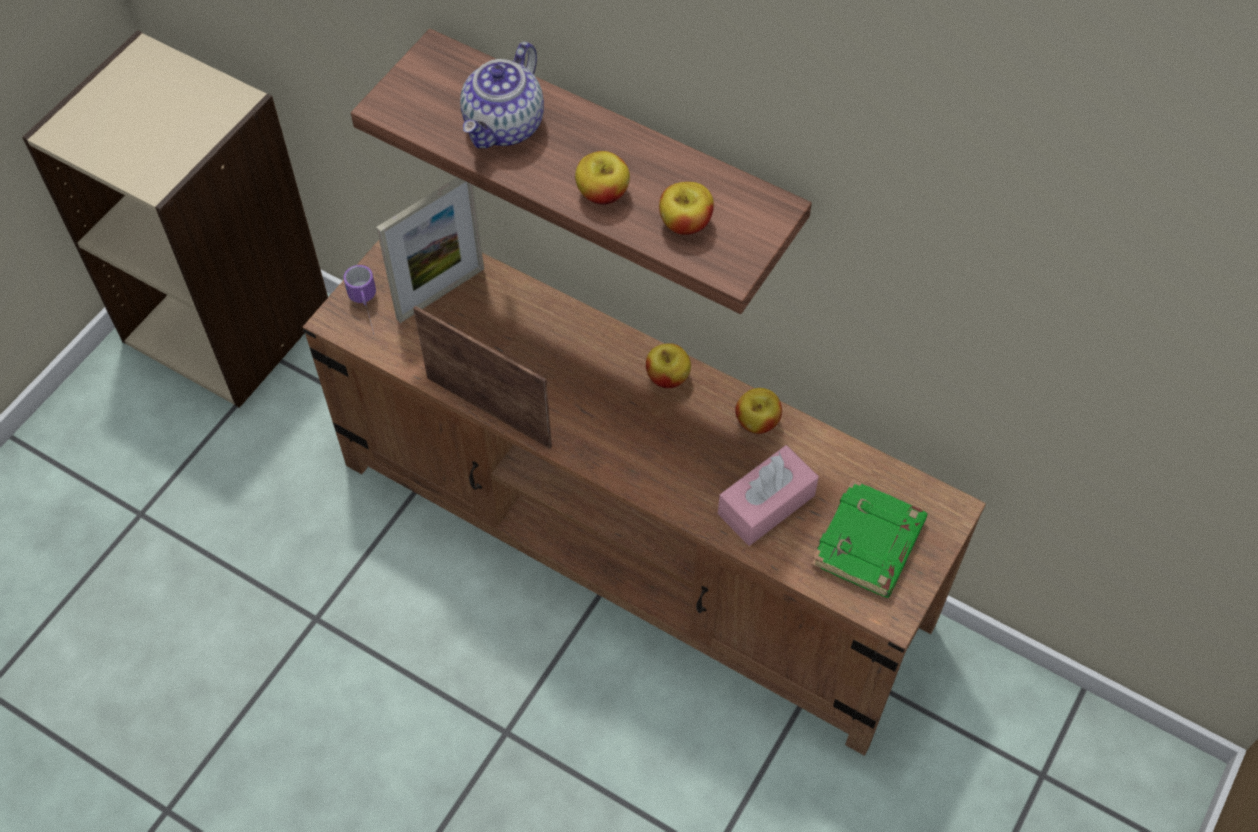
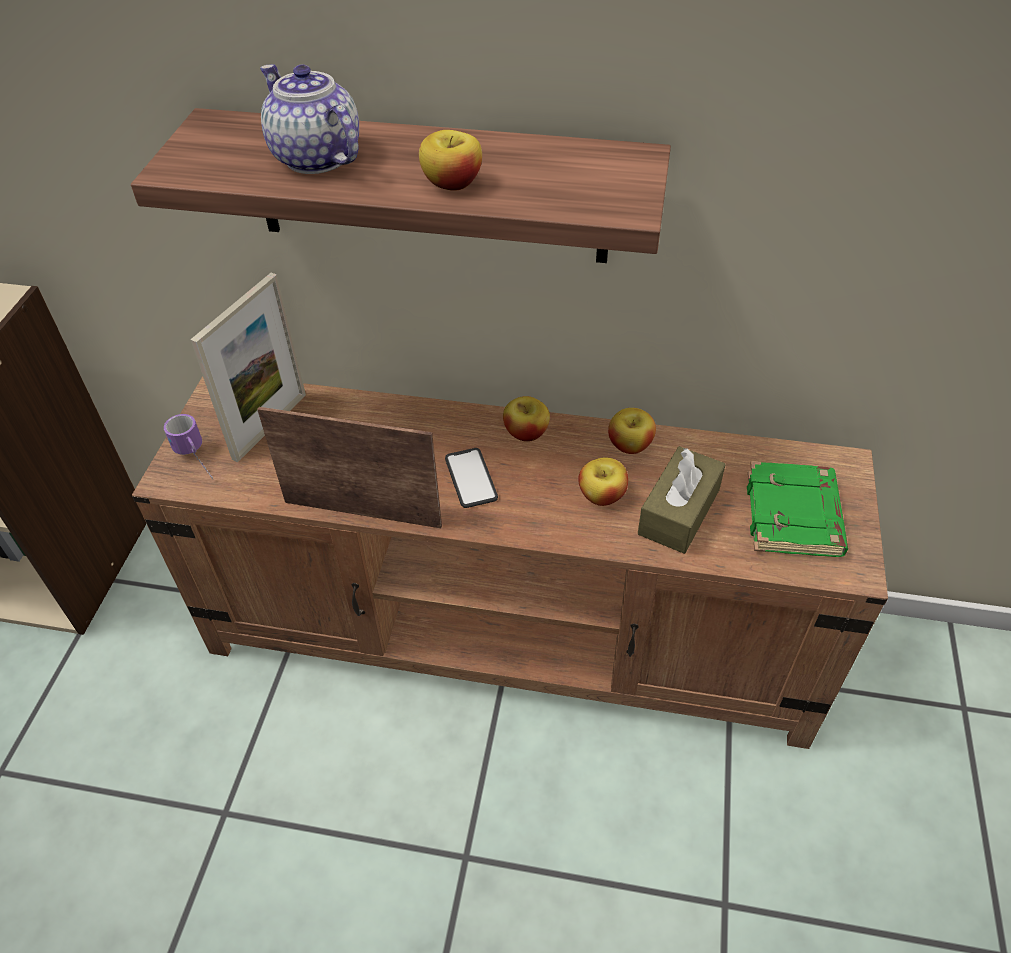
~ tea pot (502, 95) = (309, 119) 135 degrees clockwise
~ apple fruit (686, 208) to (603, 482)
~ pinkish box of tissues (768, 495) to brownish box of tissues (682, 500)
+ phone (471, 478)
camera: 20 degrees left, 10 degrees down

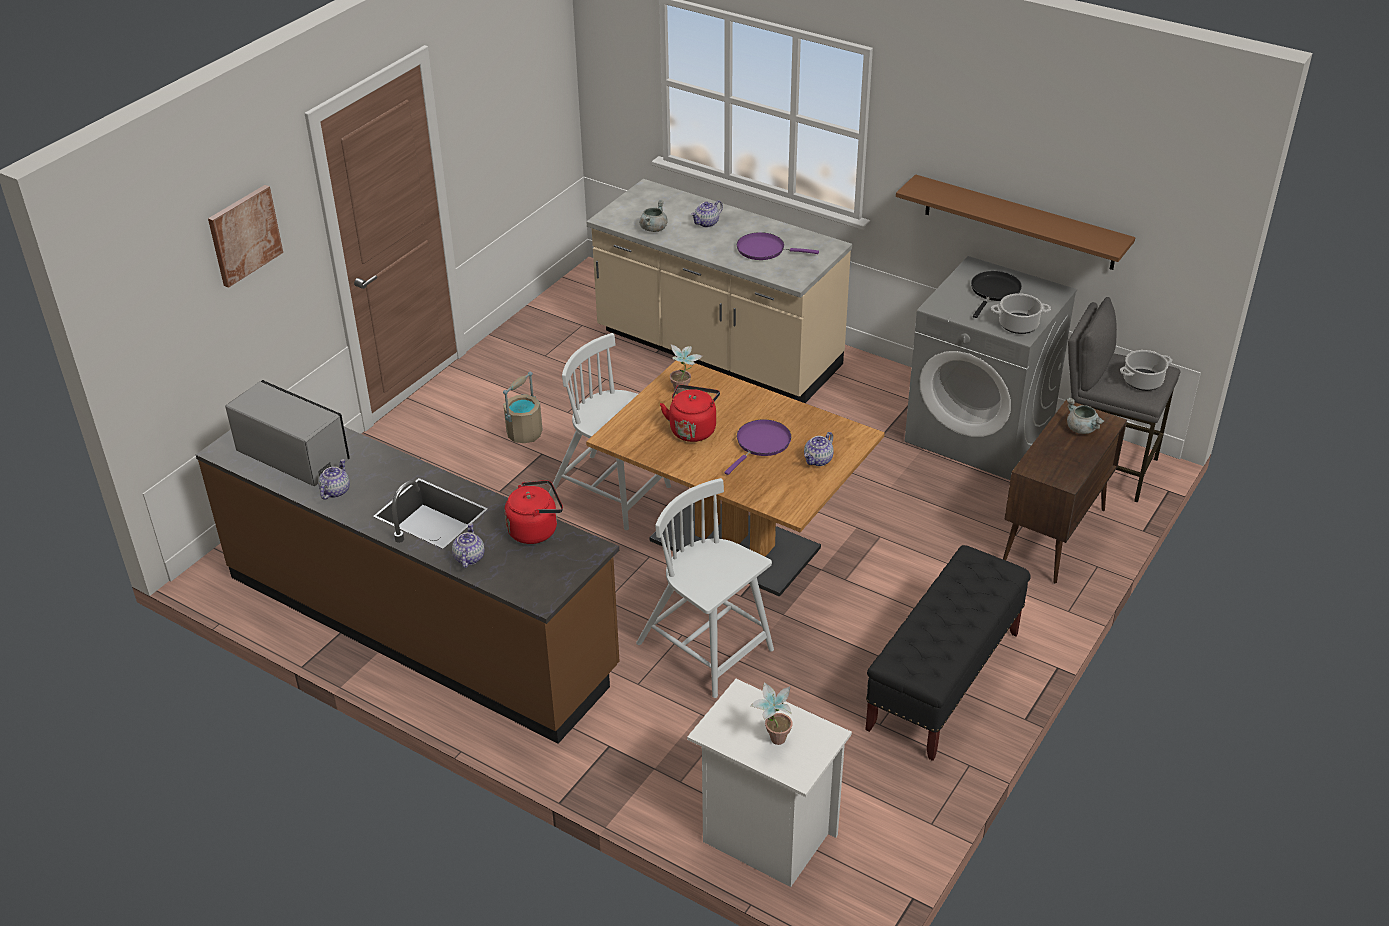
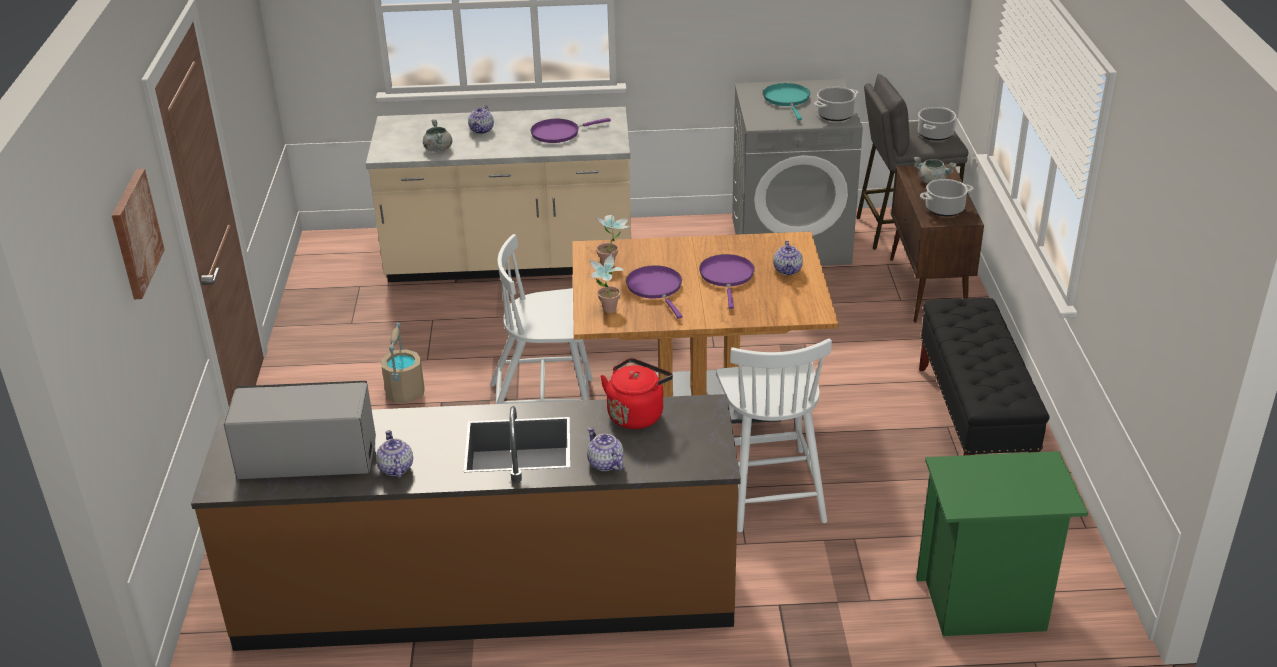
~ white upright chair (705, 588) = (774, 435) 105 degrees counterclockwise
~ red-coloured tea kettle (690, 413) to purple skillet (654, 292)
~ white night table (769, 783) to green-coloured night table (1002, 543)
~ houseplant (771, 713) to (607, 283)
- brownish shelf (1015, 222)
~ black skillet (996, 294) to turquoise skillet (786, 101)
+ cooking pot (946, 197)
camera: 35 degrees left, 5 degrees down

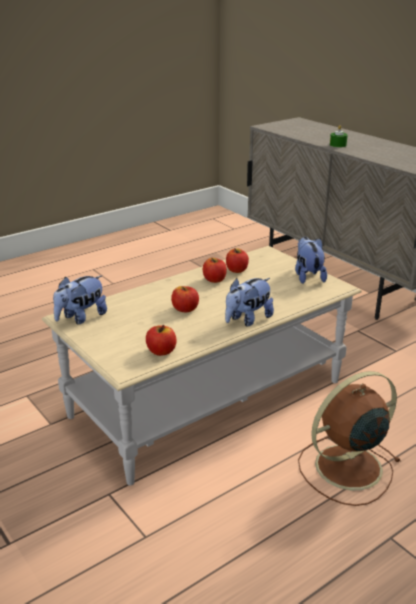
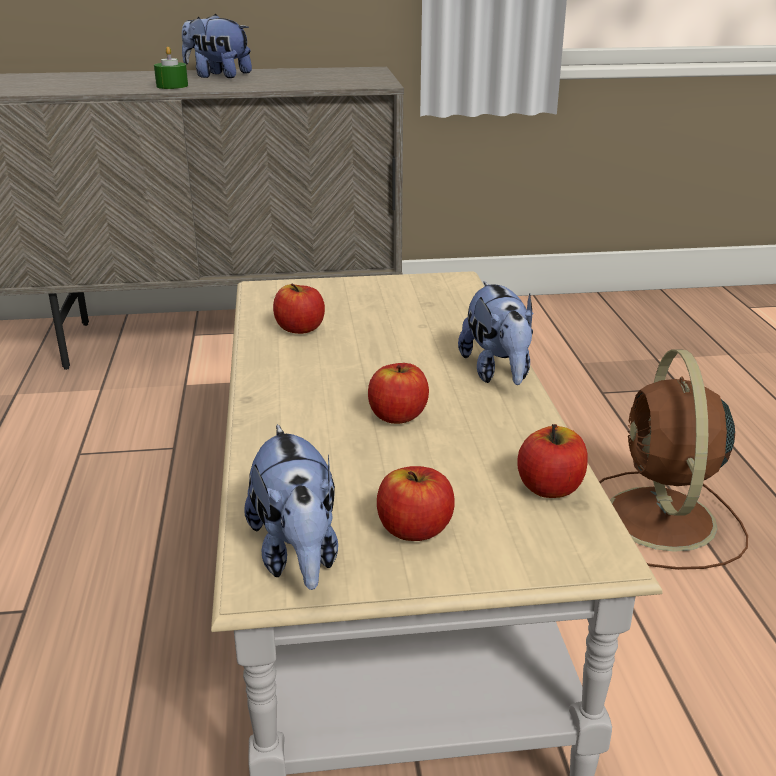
~ apple fruit (215, 270) to (416, 503)
~ soft toy (311, 260) to (217, 46)
camera: 60 degrees left, 0 degrees up

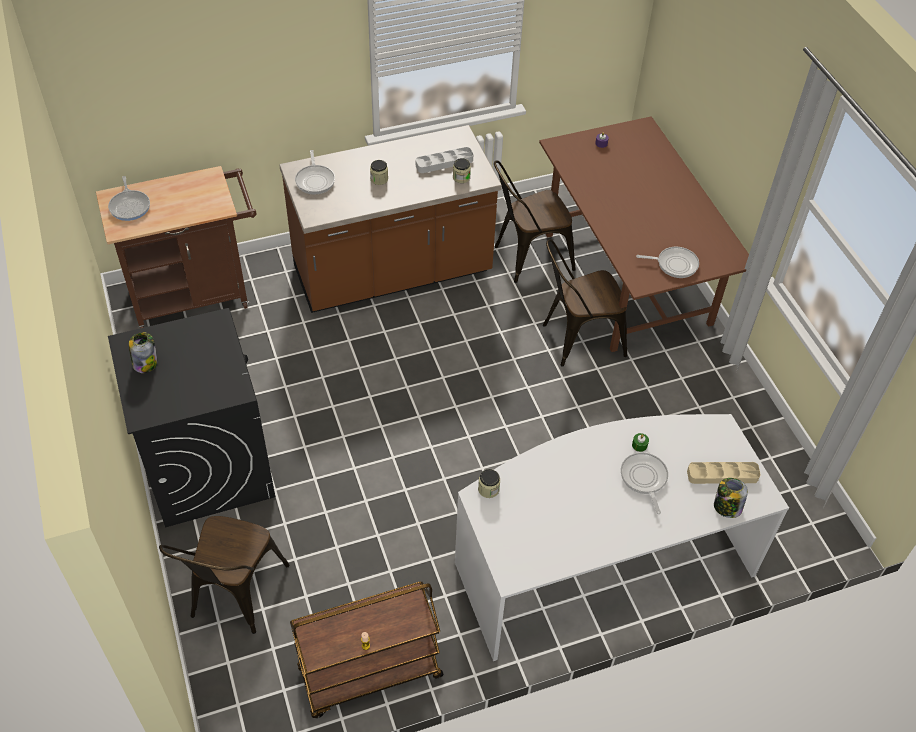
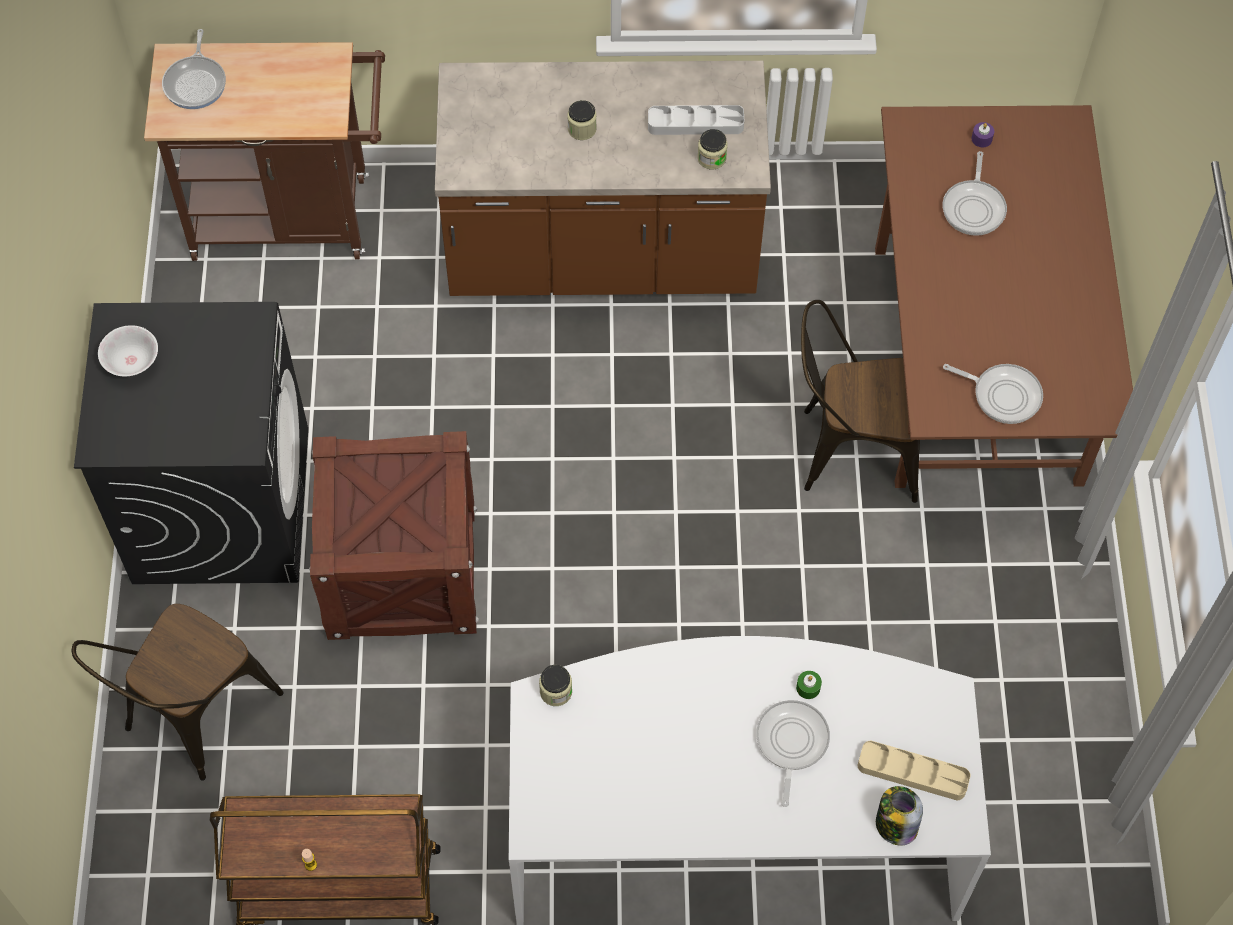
~ preserve jar (143, 352) to white bowl (128, 350)
~ skillet (315, 172) to (974, 193)
- brownish upright chair (534, 221)
+ shipping crate (394, 535)
camera: 20 degrees right, 10 degrees up

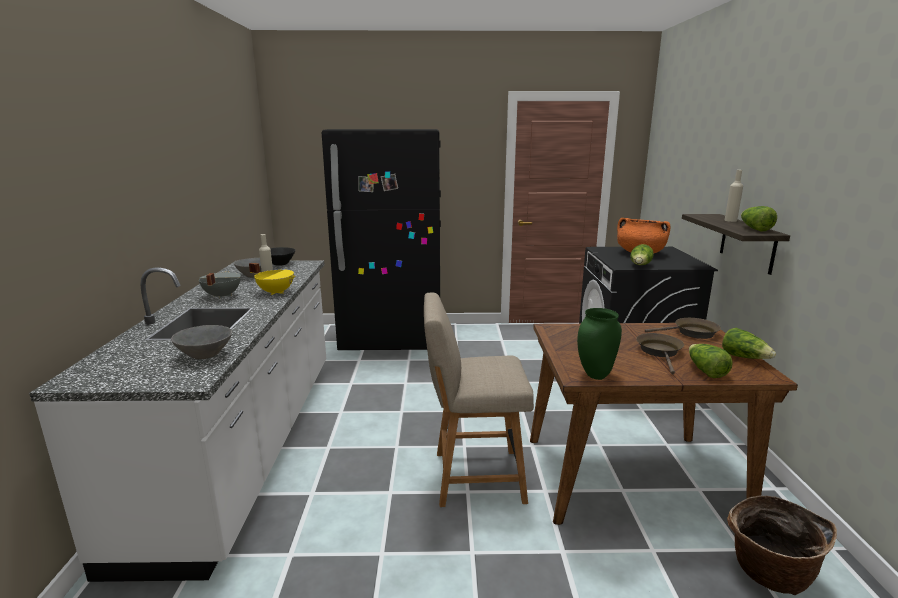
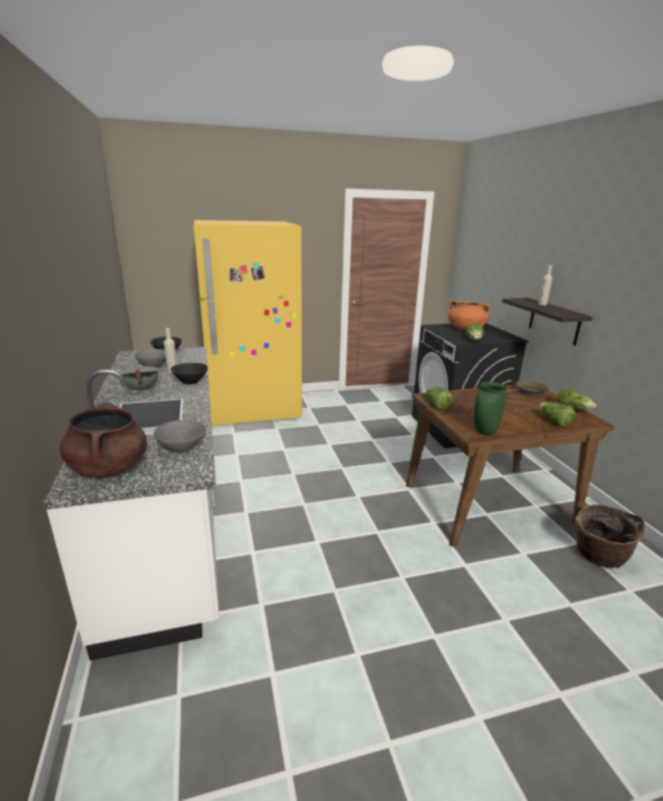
~ yellow cooking pot (272, 279) to black bowl (189, 373)
~ black refrigerator (381, 239) to yellow refrigerator (247, 323)
- beige-coloured upright chair (479, 400)
- brownish skillet (660, 353)
~ head of lettuce (759, 218) to (440, 398)
+ brownish cooking pot (103, 439)
camera: 15 degrees left, 5 degrees up

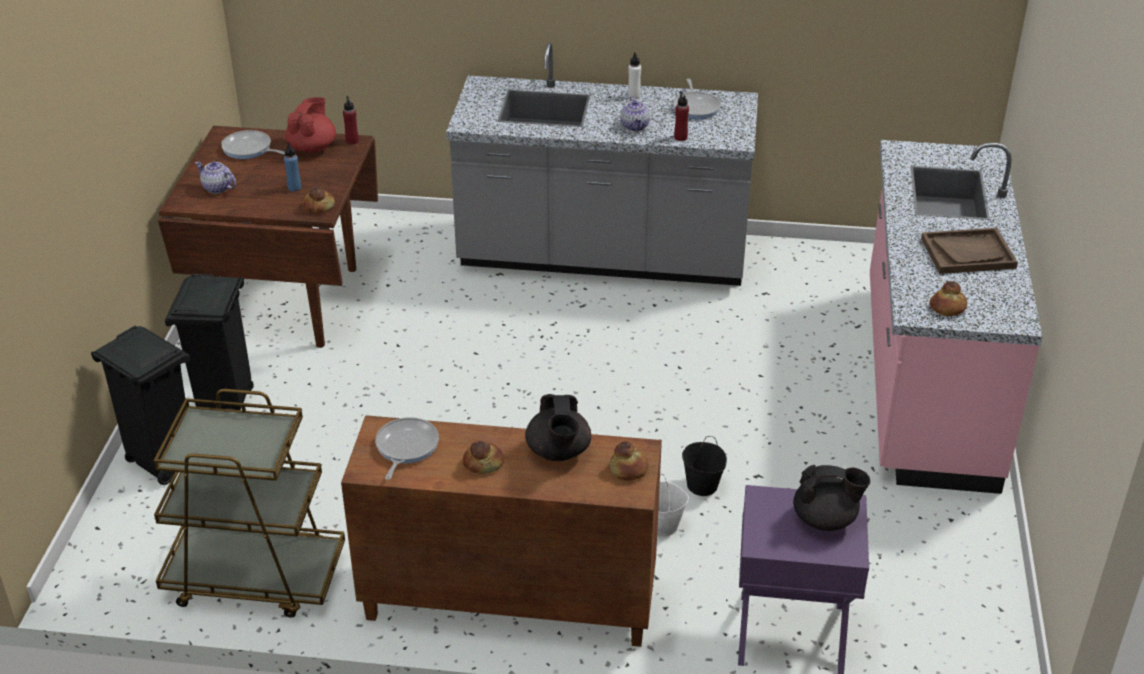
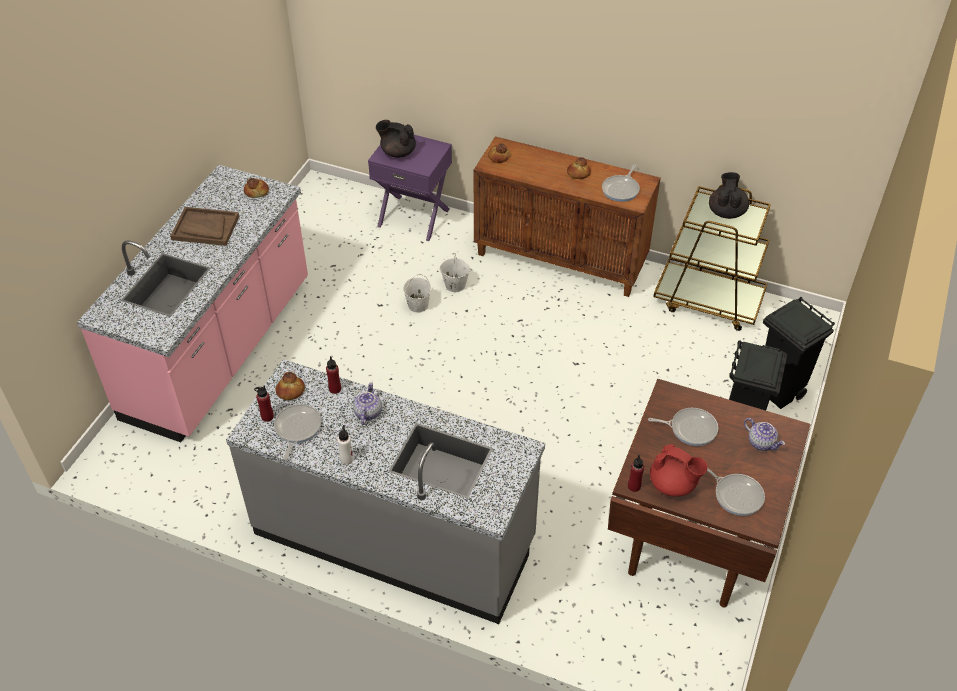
~ blue-coloured beverage bottle (292, 167) to skillet (683, 427)
~ red-coloured tea pot (310, 125) = (679, 470) 90 degrees counterclockwise
~ baked bread (318, 200) to (290, 386)
~ black tea pot (558, 427) to (729, 195)
~ black pail (704, 466) to white pail (417, 294)
+ red-coloured beverage bottle (264, 403)
camera: 165 degrees left, 10 degrees up

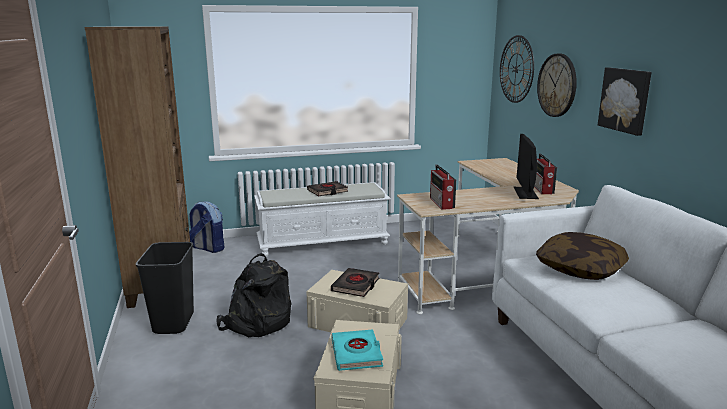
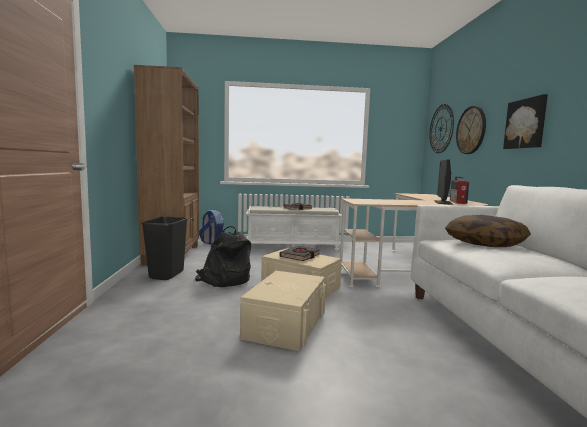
- turquoise book (357, 350)
- radio (443, 187)
camera: 10 degrees right, 10 degrees down

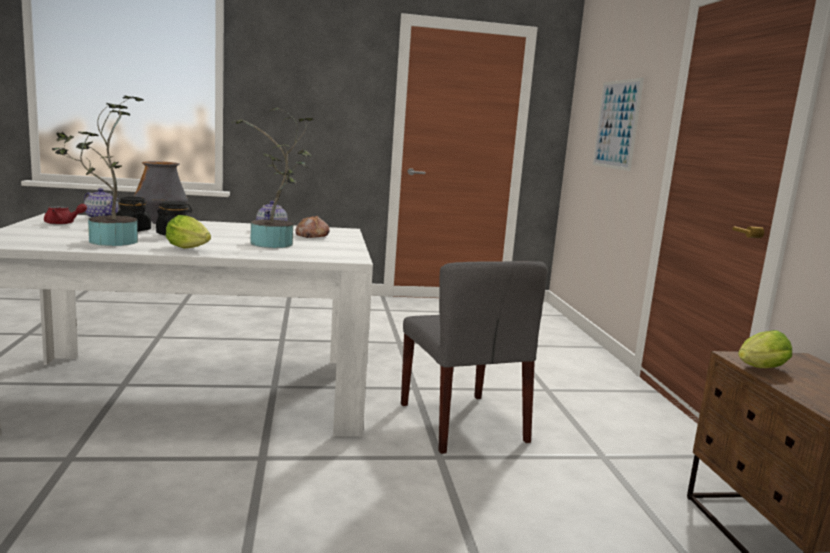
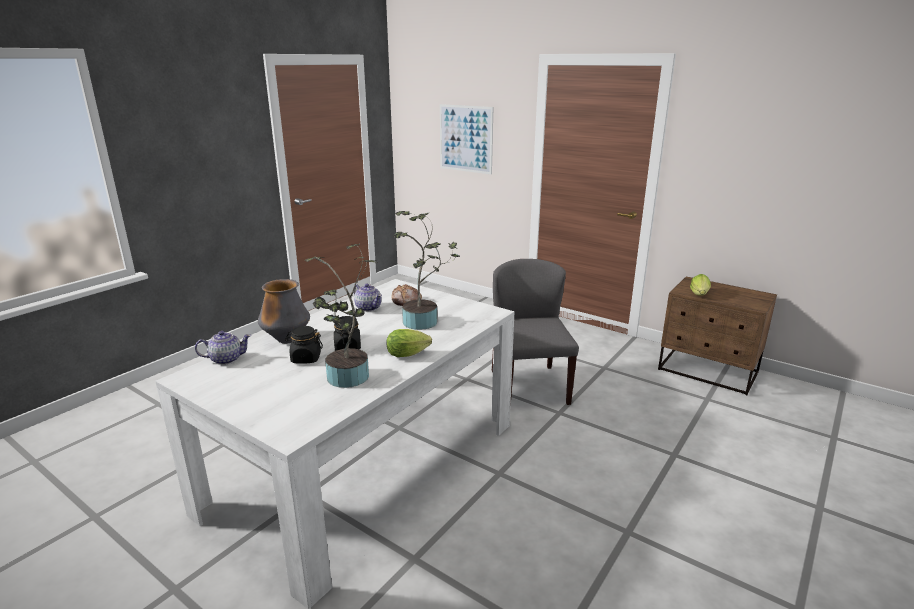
- red-coloured tea pot (65, 214)
~ gray upright chair (474, 357) = (535, 333) 120 degrees counterclockwise
camera: 45 degrees left, 10 degrees up

